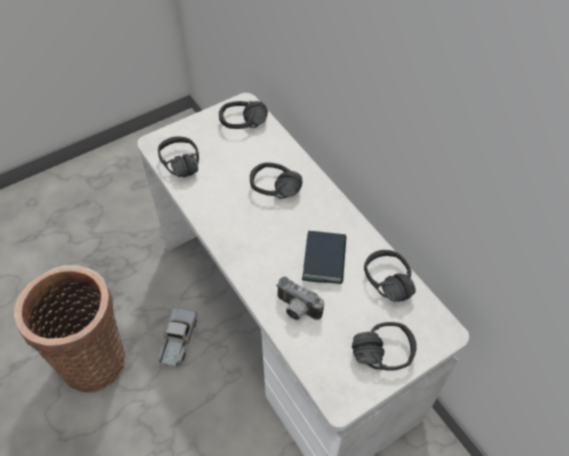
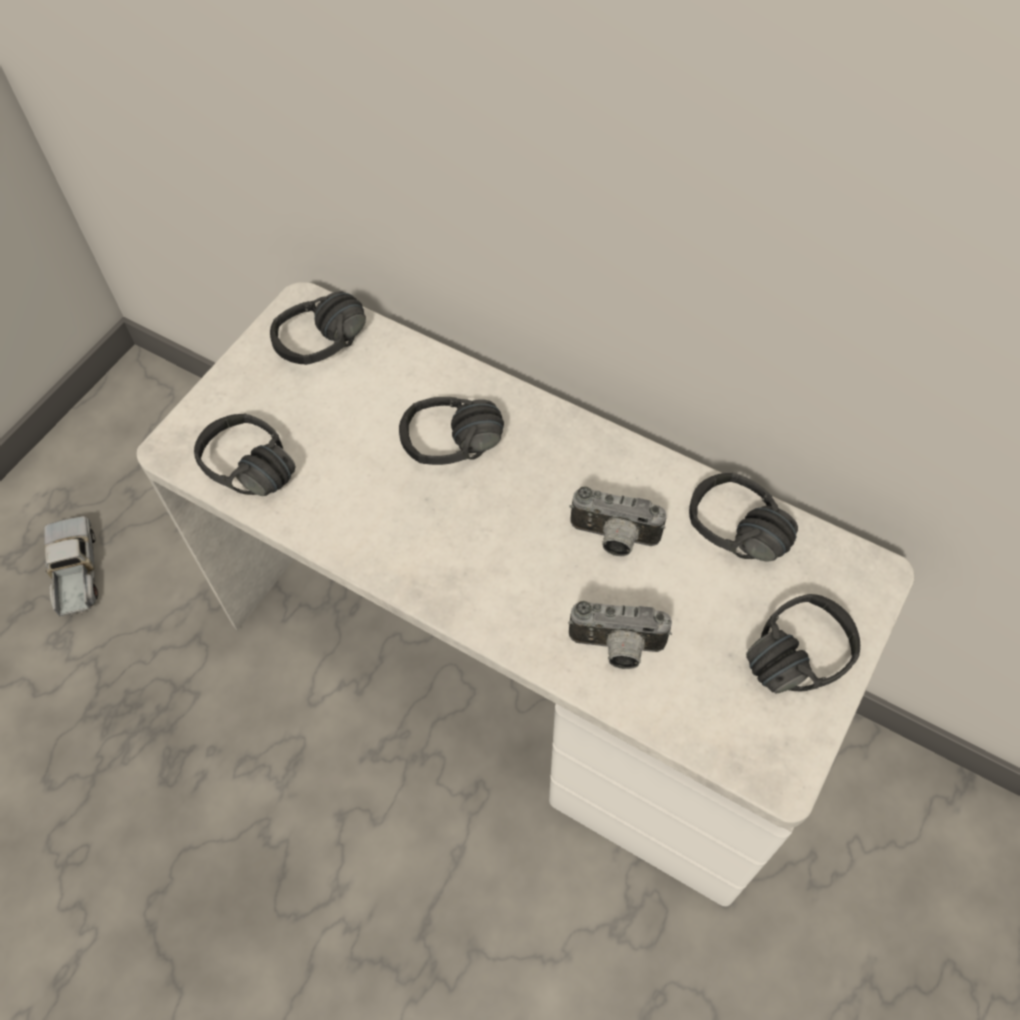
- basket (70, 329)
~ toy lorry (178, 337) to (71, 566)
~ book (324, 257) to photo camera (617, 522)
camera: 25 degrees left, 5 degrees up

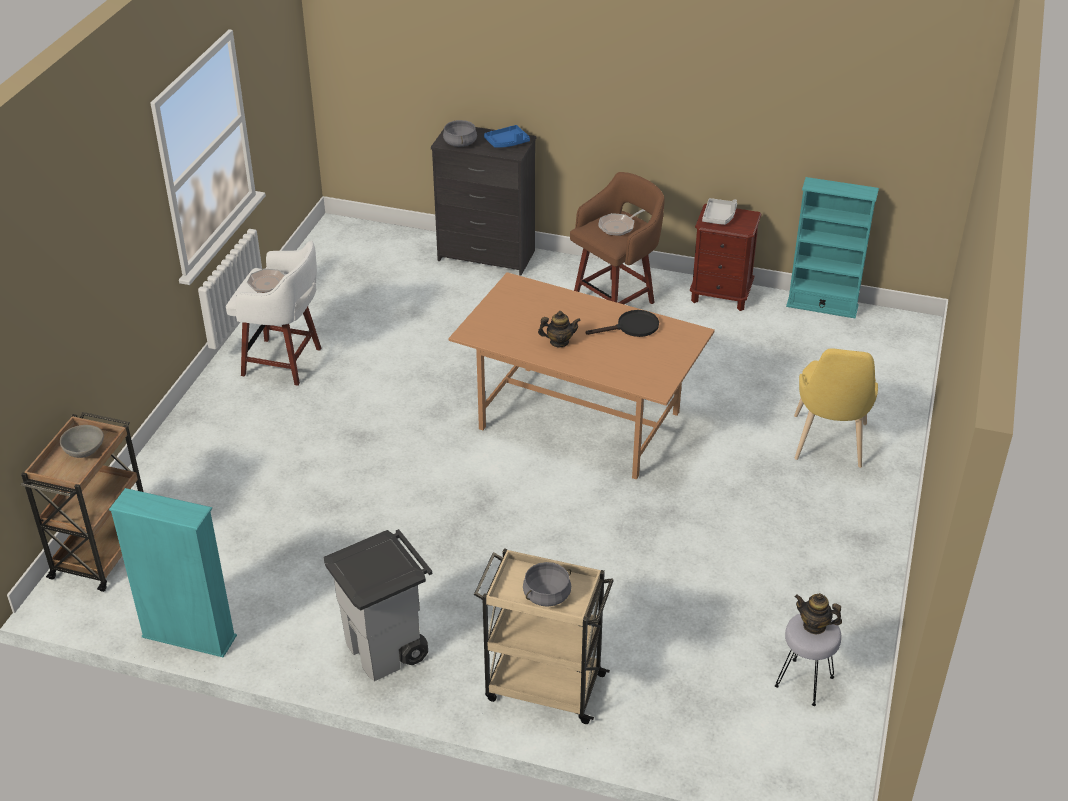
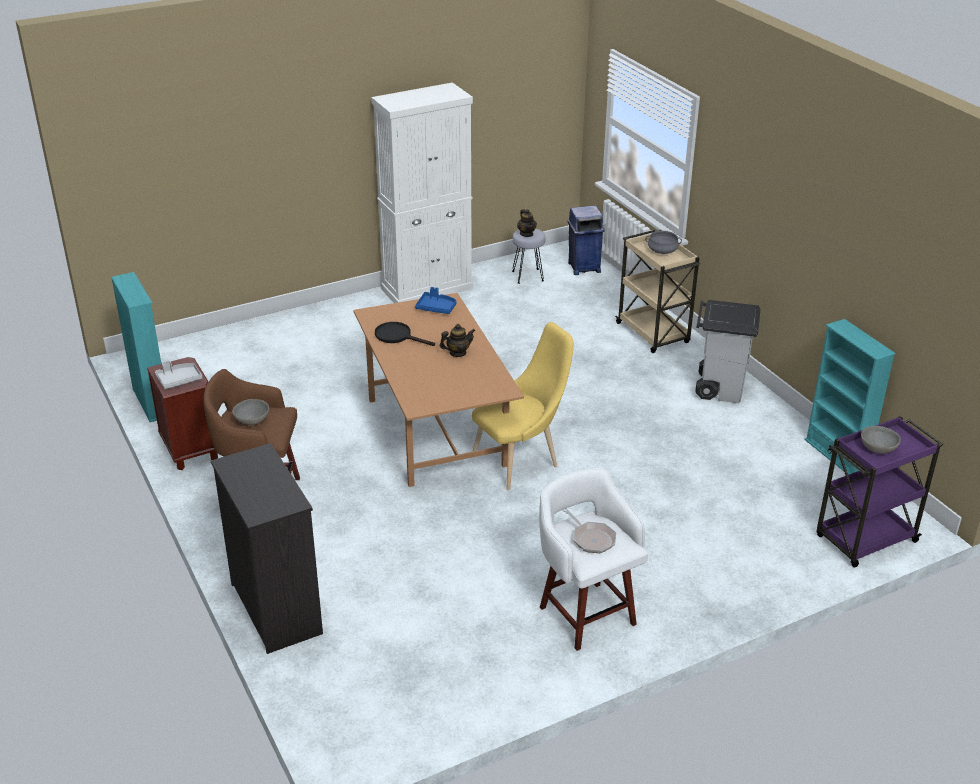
~ brownish trolley (82, 502) to purple trolley (879, 492)
- gray cooking pot (460, 133)
~ blue-coloured tray (507, 136) to (436, 300)
~ tea pot (559, 329) = (458, 340) 120 degrees clockwise
~ skillet (621, 222) to gray bowl (250, 412)
~ yellow upright chair (836, 408) to (523, 406)
+ white cupboard (422, 192)
+ blue-coloured rubbish bin (585, 240)
camera: 135 degrees left, 5 degrees down

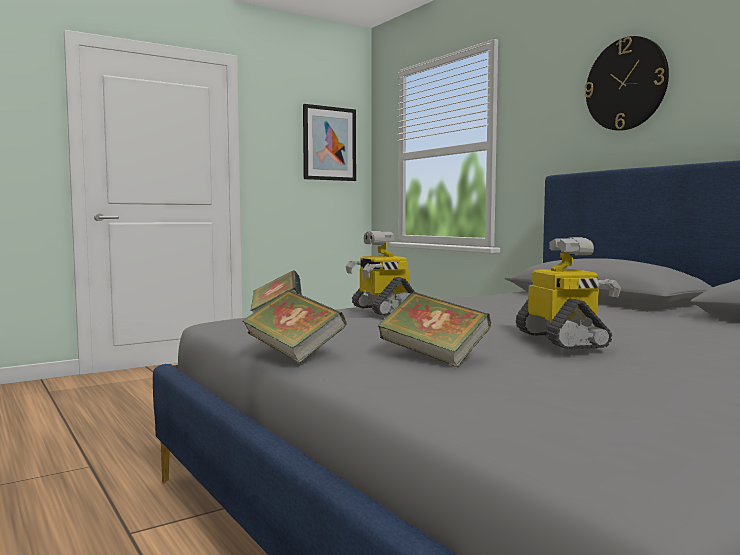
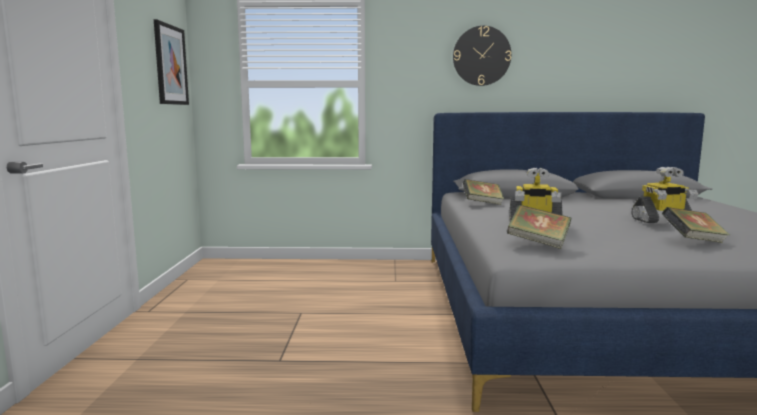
~ book (294, 326) to (483, 192)
~ toy robot (568, 293) = (664, 195) 150 degrees clockwise
camera: 55 degrees left, 5 degrees up

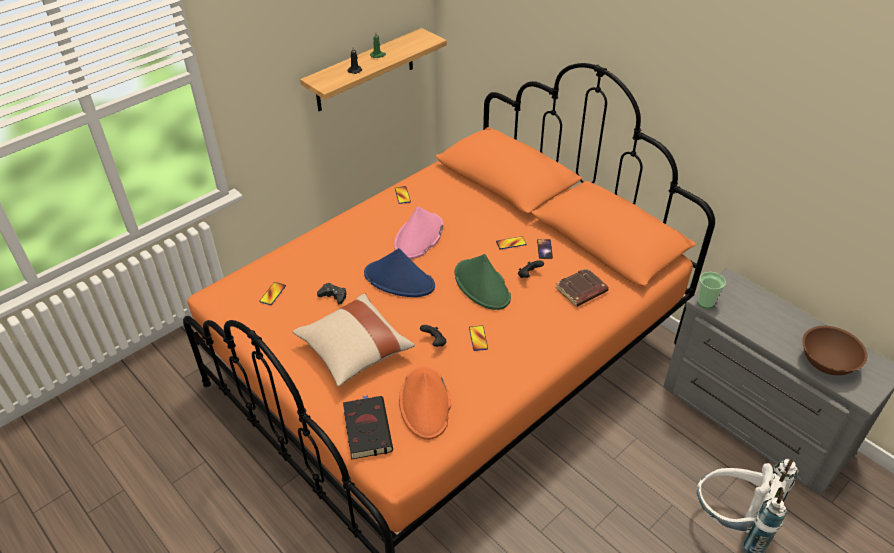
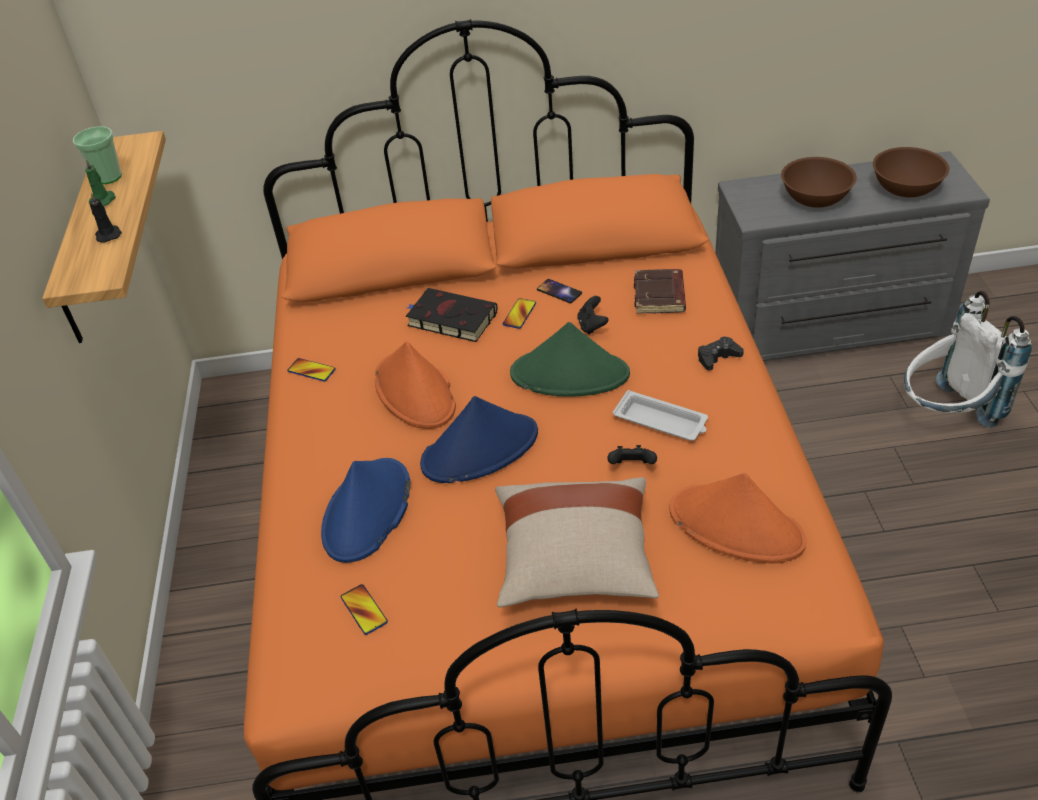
~ black joypad (332, 293) to (721, 353)
~ black book (368, 427) to (452, 315)
~ pinkish hat (419, 232) to orange-coloured hat (415, 385)
~ phone (478, 338) to white tray (660, 415)
~ cup (711, 290) to (97, 155)
+ blue-coloured hat (366, 510)
+ brownish bowl (819, 182)
camera: 50 degrees left, 0 degrees up

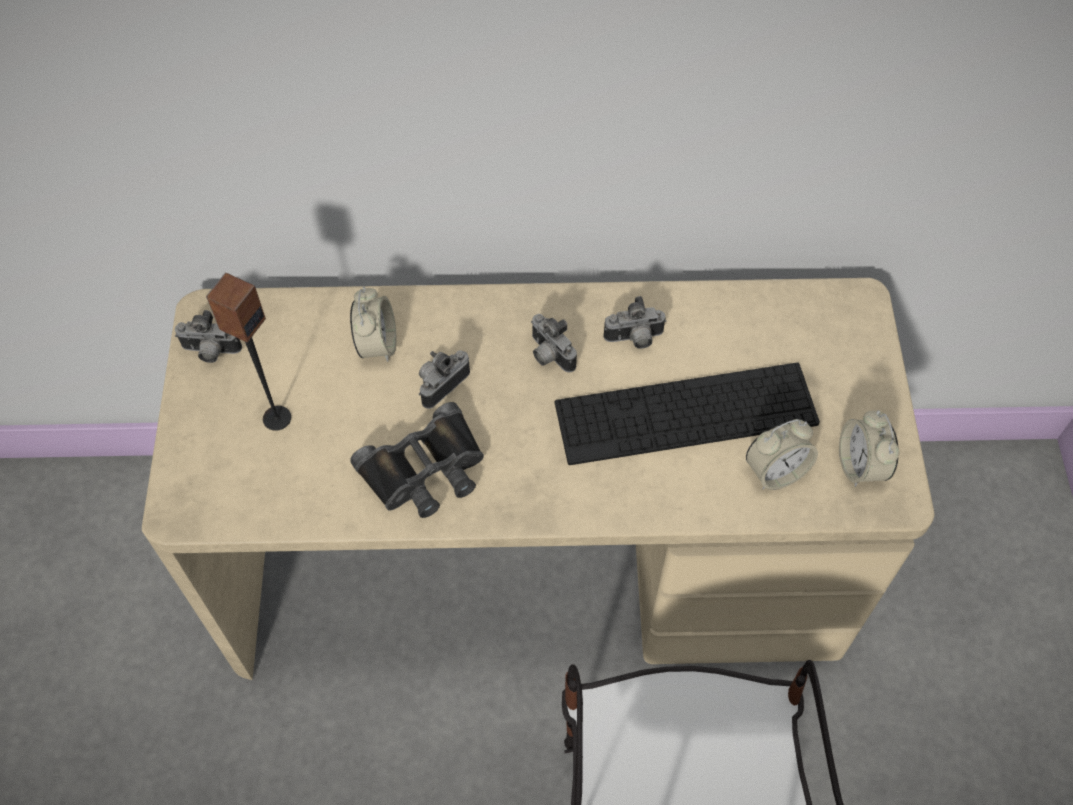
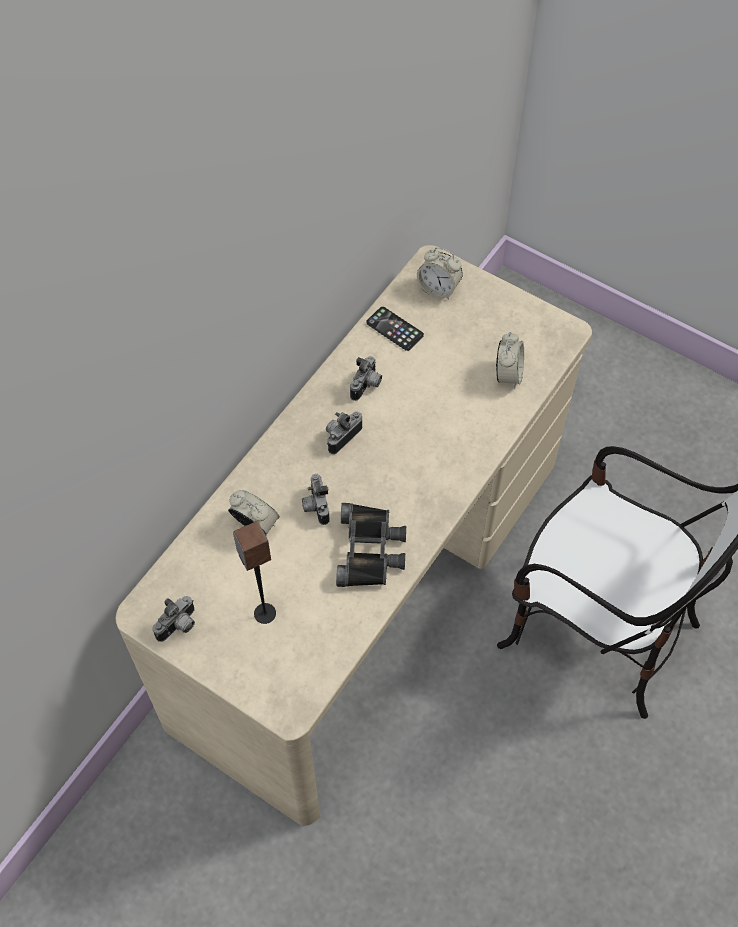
~ photo camera (554, 343) = (344, 432) 135 degrees clockwise
- PC keyboard (687, 413)
~ alarm clock (869, 448) to (440, 273)
+ phone (395, 329)
camera: 55 degrees left, 0 degrees up

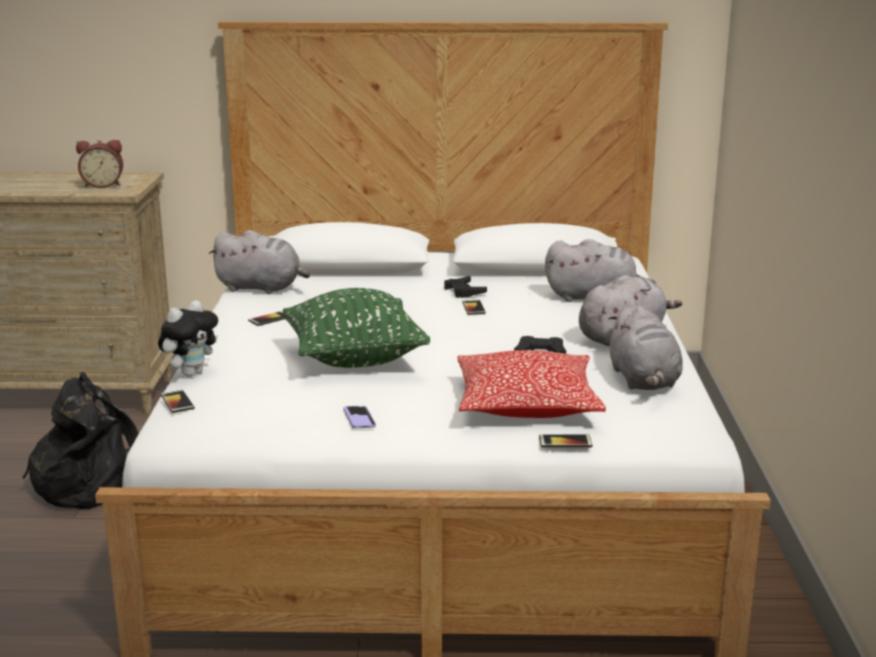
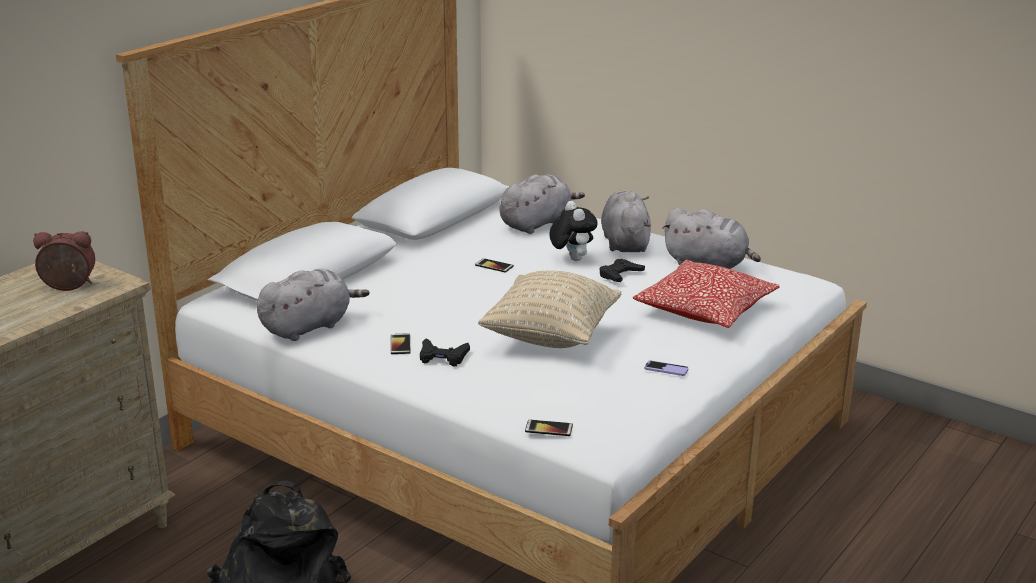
~ alarm clock (99, 164) = (64, 261) 120 degrees counterclockwise
~ soft toy (188, 338) to (574, 231)
~ green-coloured cushion (357, 328) to beige-coloured cushion (550, 309)
~ black joypad (465, 287) to (445, 352)
- phone (565, 440)
camera: 55 degrees left, 5 degrees up

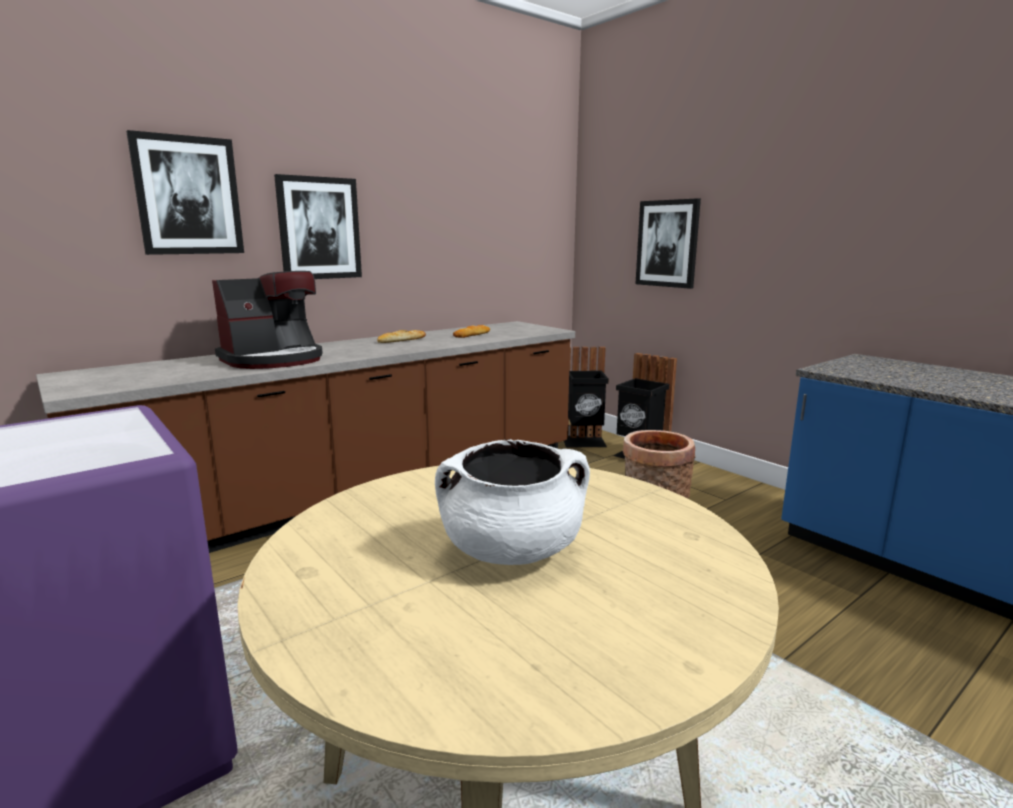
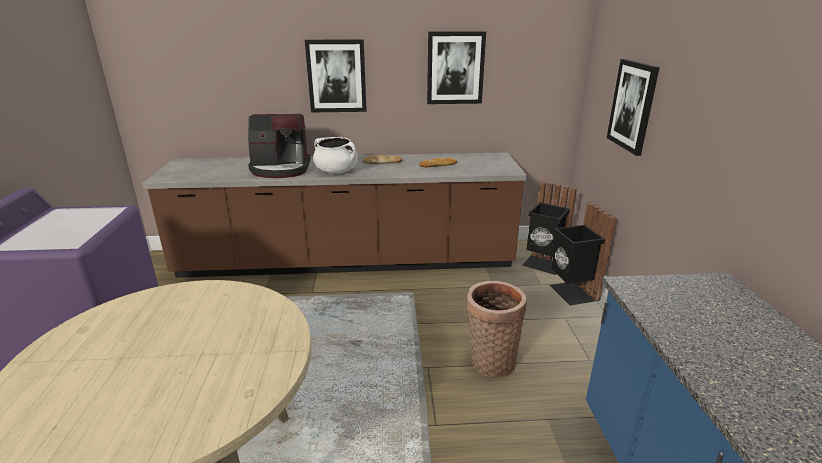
~ picture (185, 192) to (456, 67)
~ white cooking pot (512, 502) to (335, 155)
camera: 35 degrees right, 10 degrees up

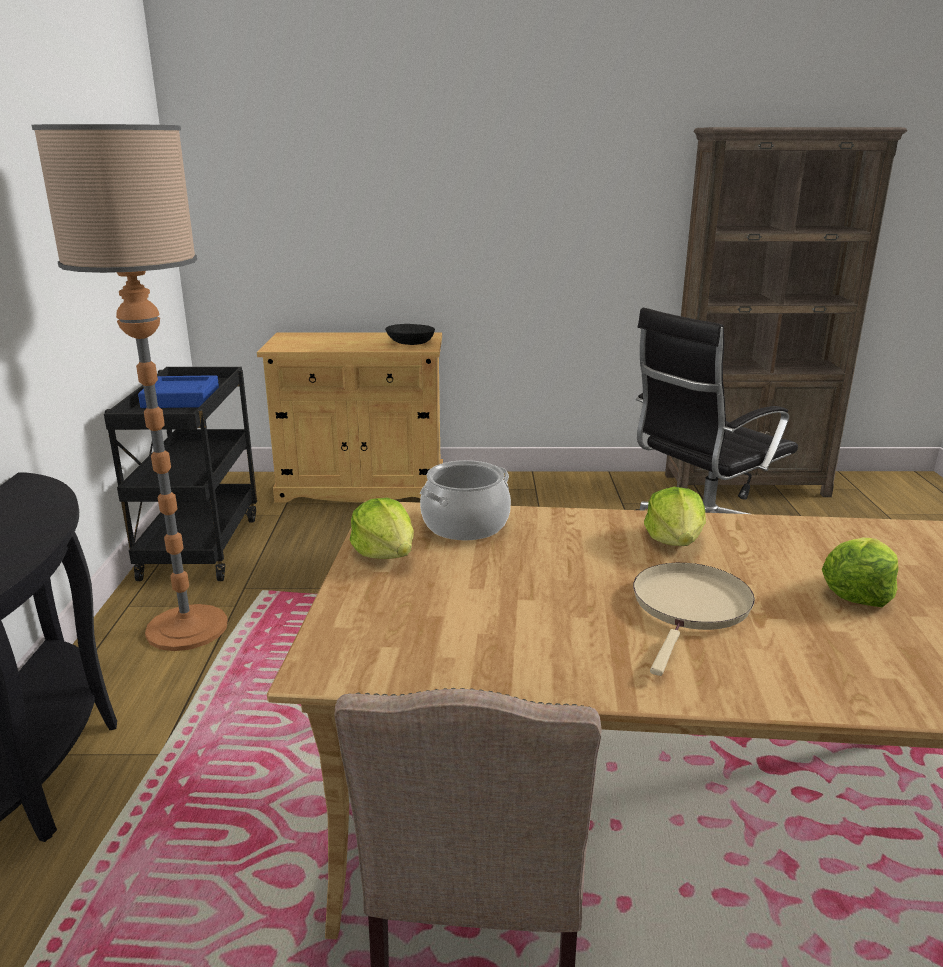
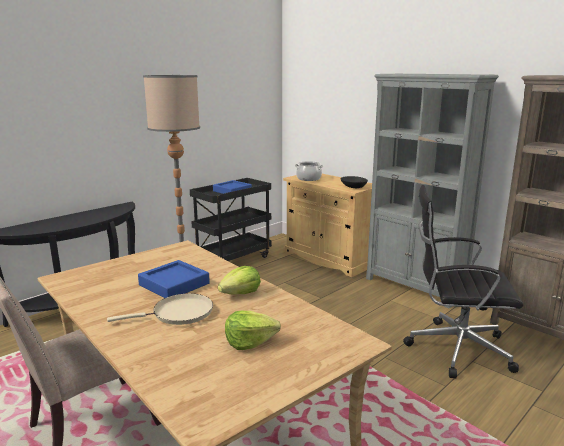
- head of lettuce (382, 528)
~ cooking pot (465, 500) to (309, 171)
+ blue-coloured tray (174, 279)
+ gray bookcase (432, 191)
camera: 45 degrees right, 5 degrees down

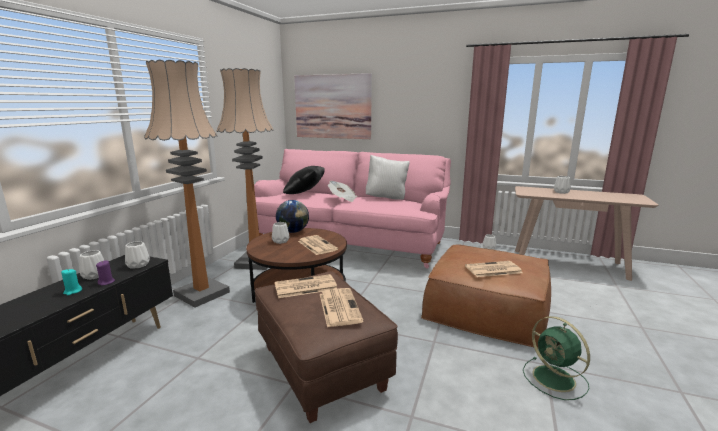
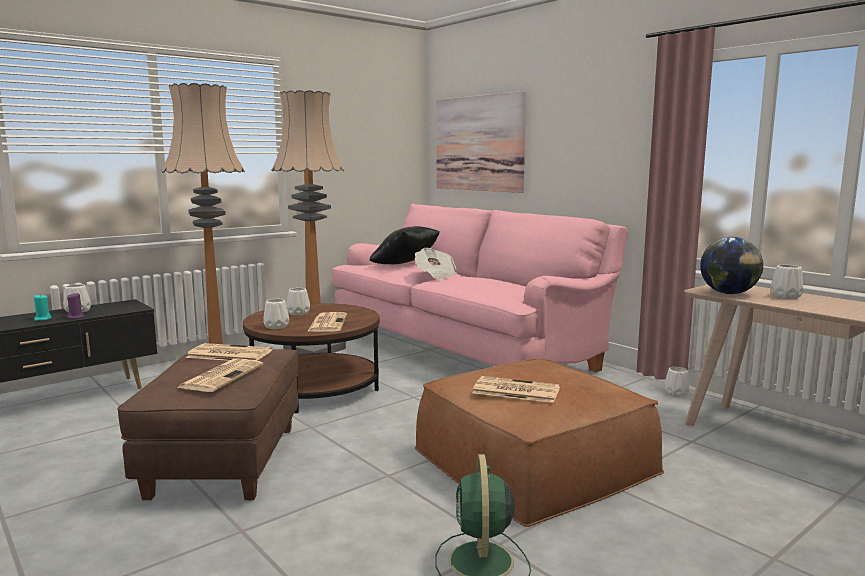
~ white vase (137, 254) to (276, 314)
~ world globe (292, 216) to (731, 265)
- white cushion (388, 177)
camera: 30 degrees right, 5 degrees down

